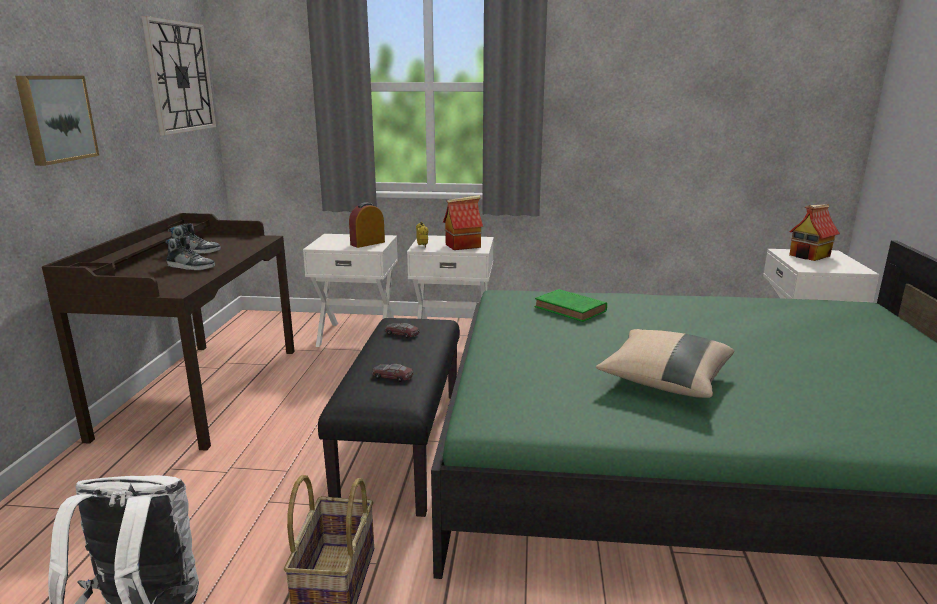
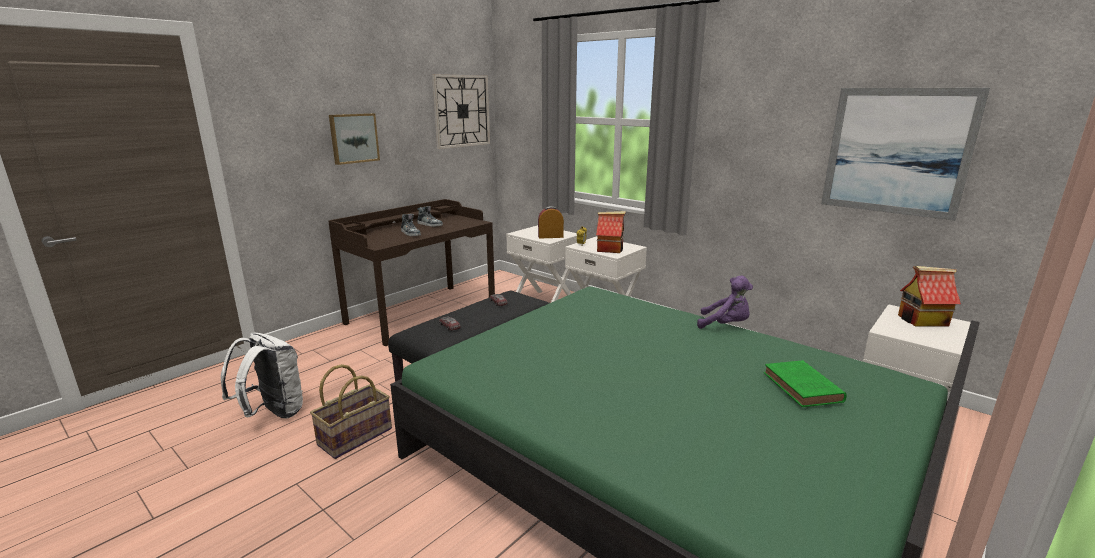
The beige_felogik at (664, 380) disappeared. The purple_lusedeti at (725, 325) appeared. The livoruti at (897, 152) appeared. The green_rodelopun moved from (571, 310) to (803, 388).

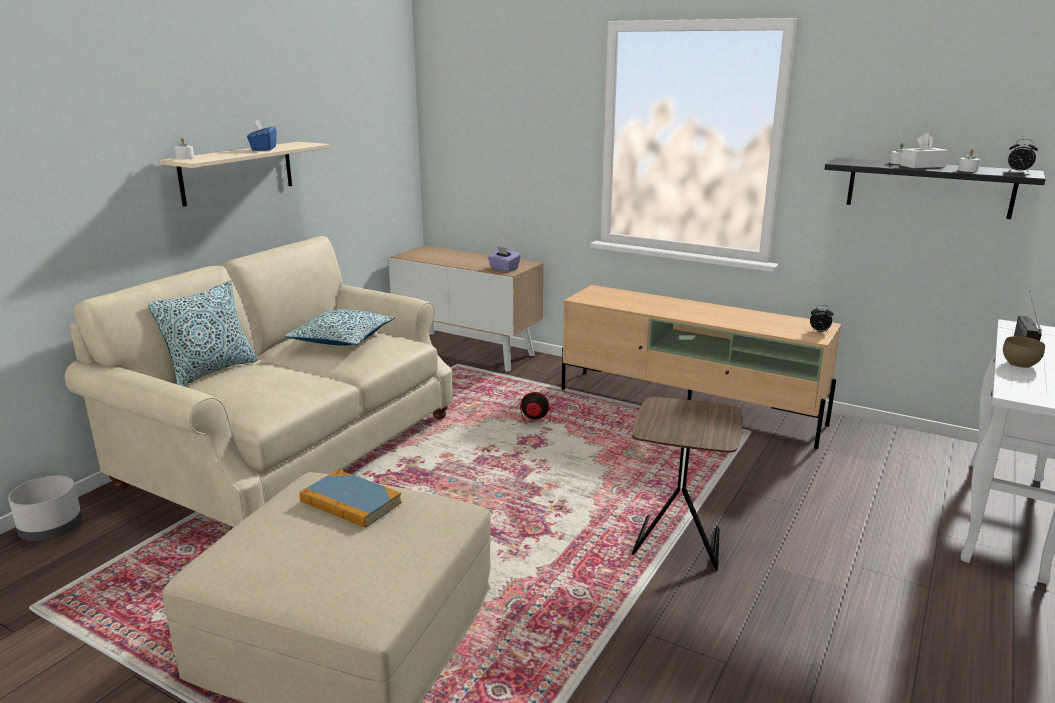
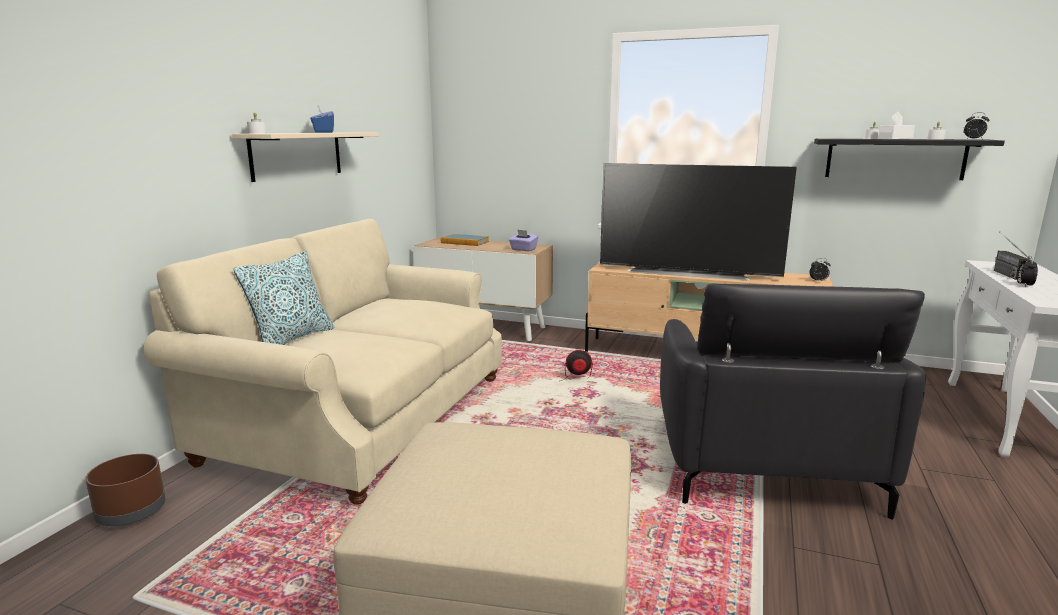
The felogik at (342, 339) disappeared. The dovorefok at (688, 272) appeared. The rodelopun moved from (350, 502) to (464, 242). The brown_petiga at (677, 541) was replaced by the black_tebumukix at (763, 463). The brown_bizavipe at (1020, 365) was replaced by the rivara at (1024, 285). The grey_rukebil at (52, 529) became the brown_rukebil at (131, 512).

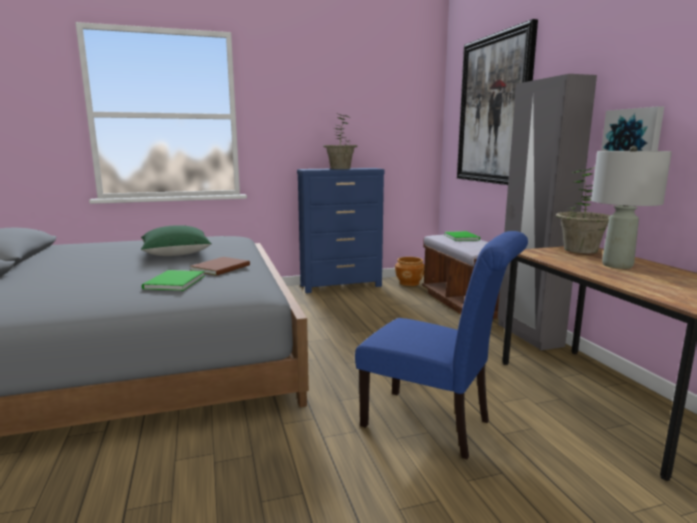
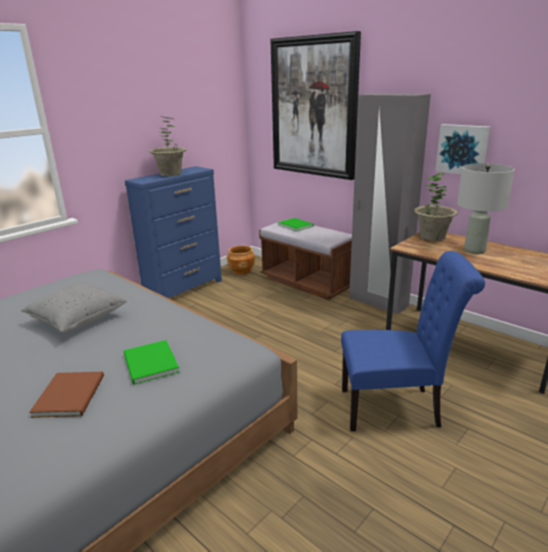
The brown_rodelopun moved from (222, 267) to (72, 394). The green_felogik at (176, 254) became the grey_felogik at (78, 320).

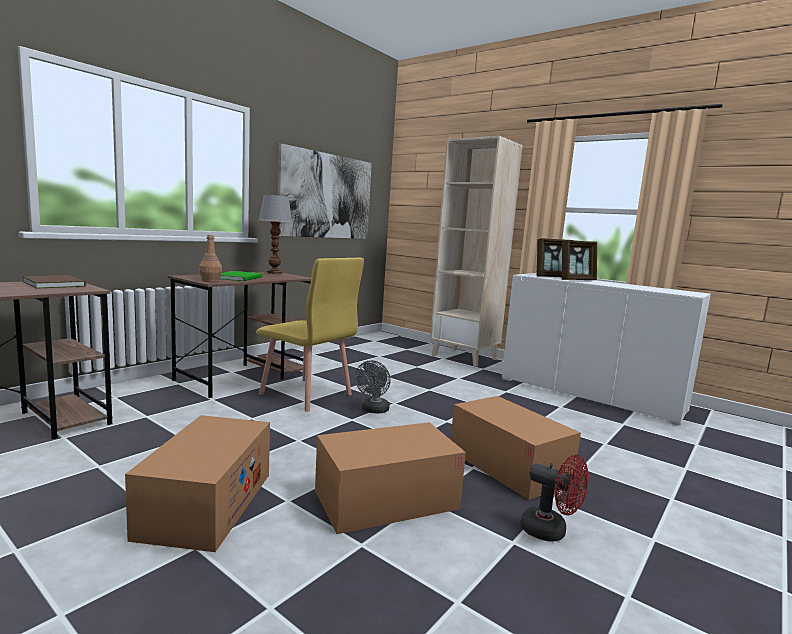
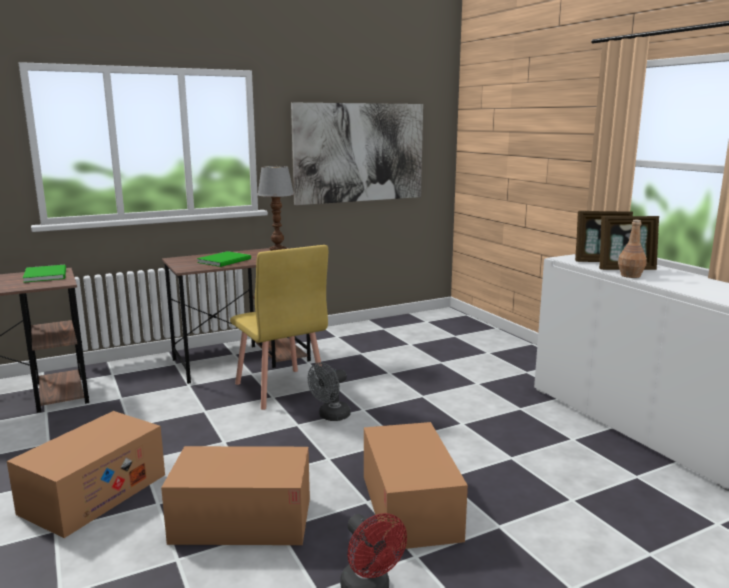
The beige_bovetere at (465, 357) disappeared. The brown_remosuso moved from (210, 281) to (630, 275). The brown_rodelopun at (55, 283) became the green_rodelopun at (47, 275).

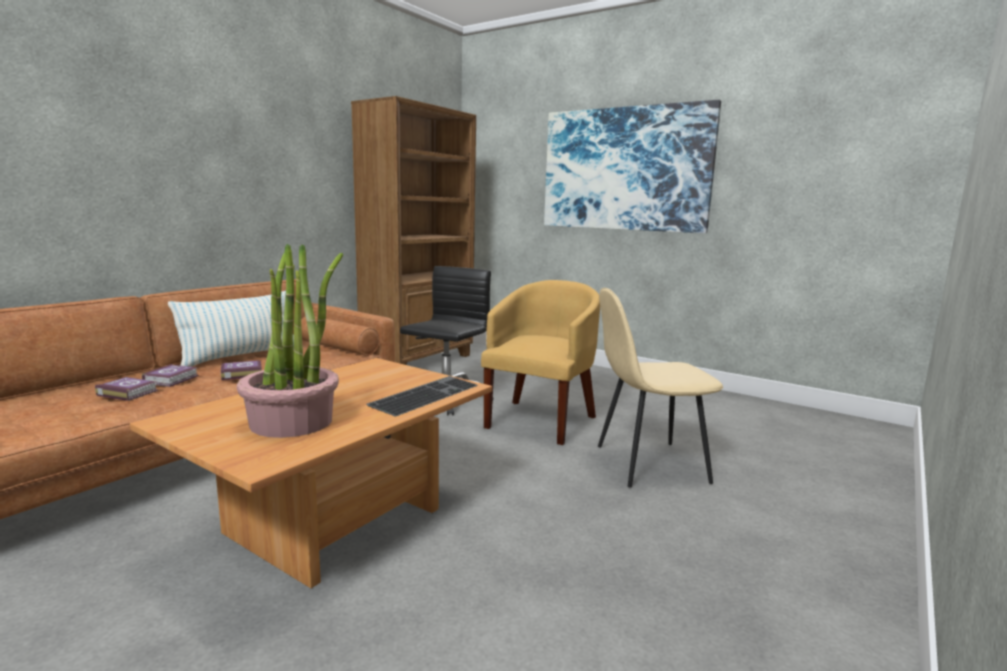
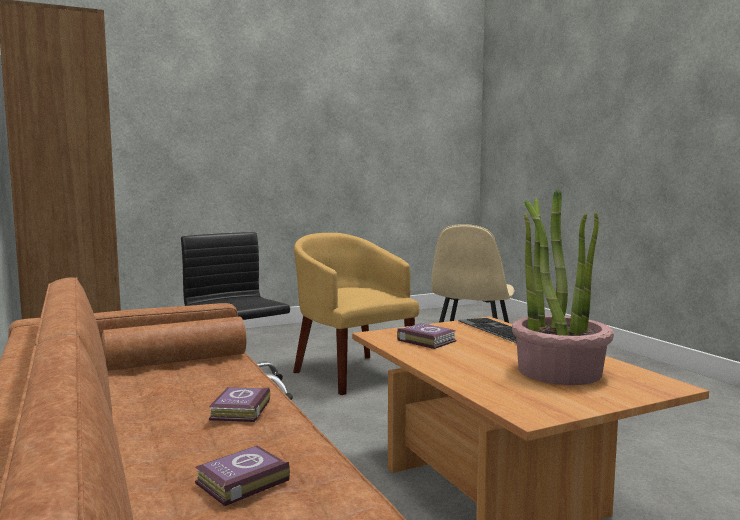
The felogik at (240, 357) disappeared. The livoruti at (624, 169) disappeared. The rodelopun moved from (173, 379) to (426, 340).

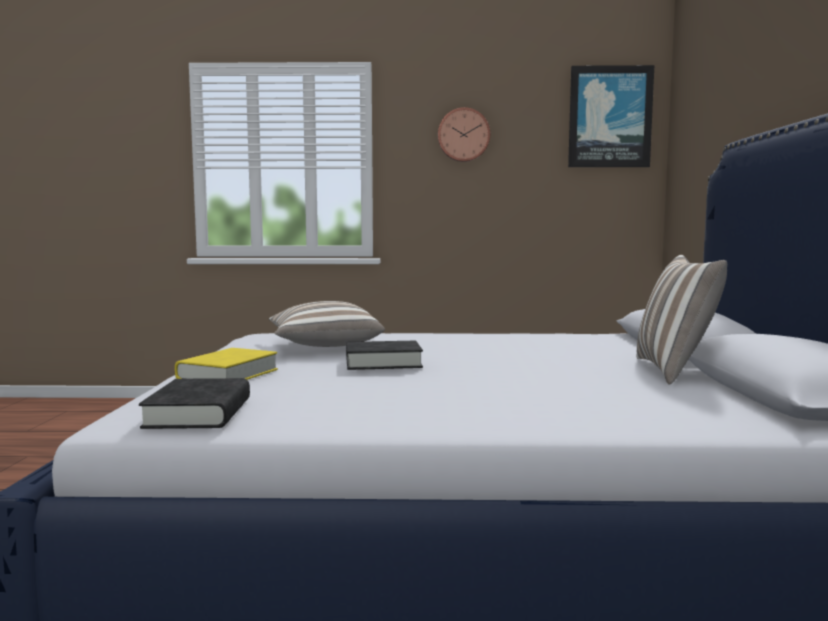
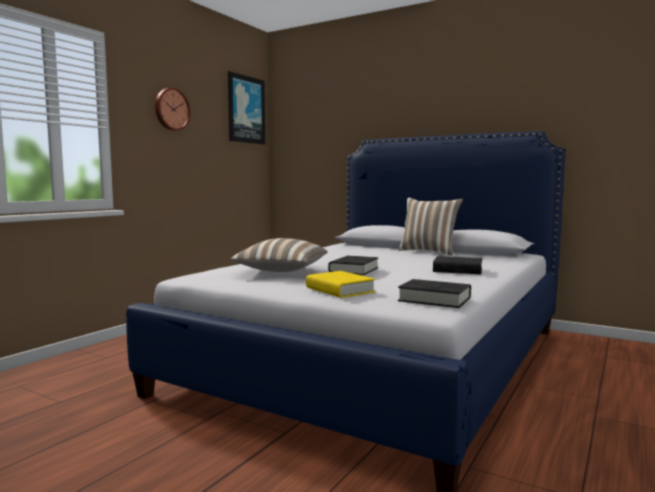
The black_rodelopun at (457, 270) appeared.

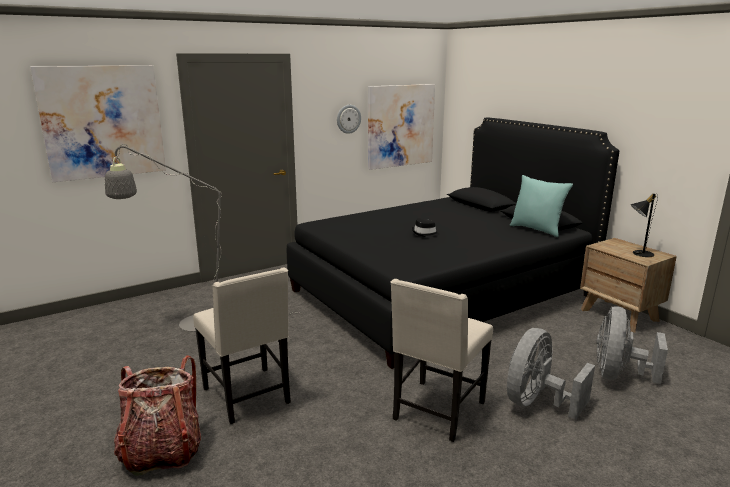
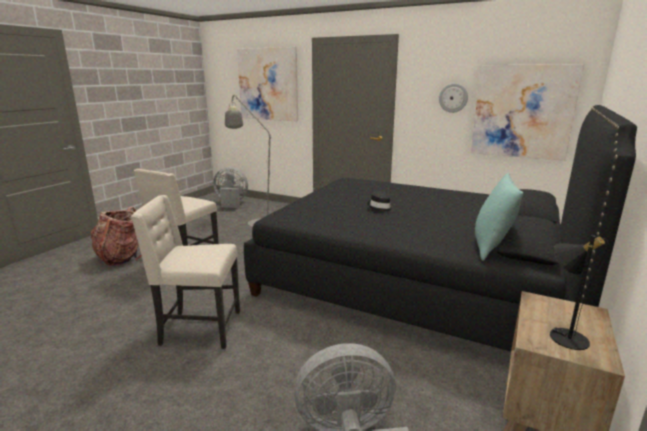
The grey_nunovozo moved from (537, 402) to (231, 203).

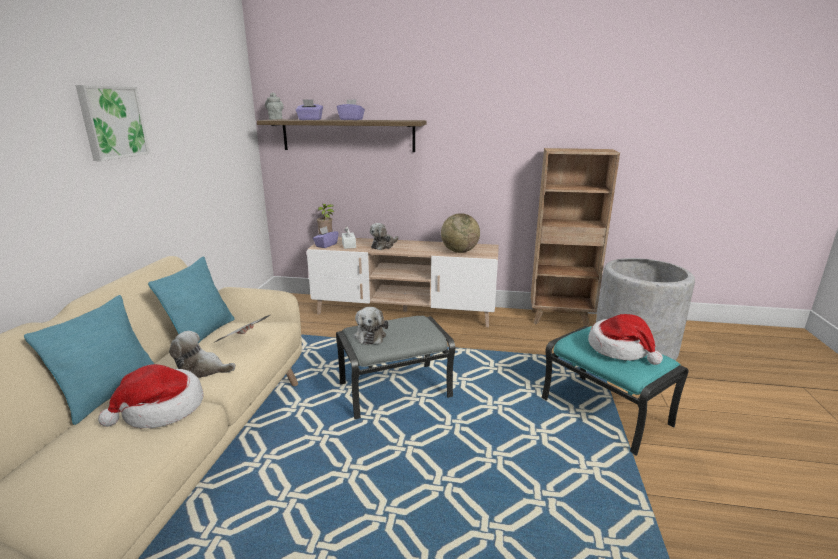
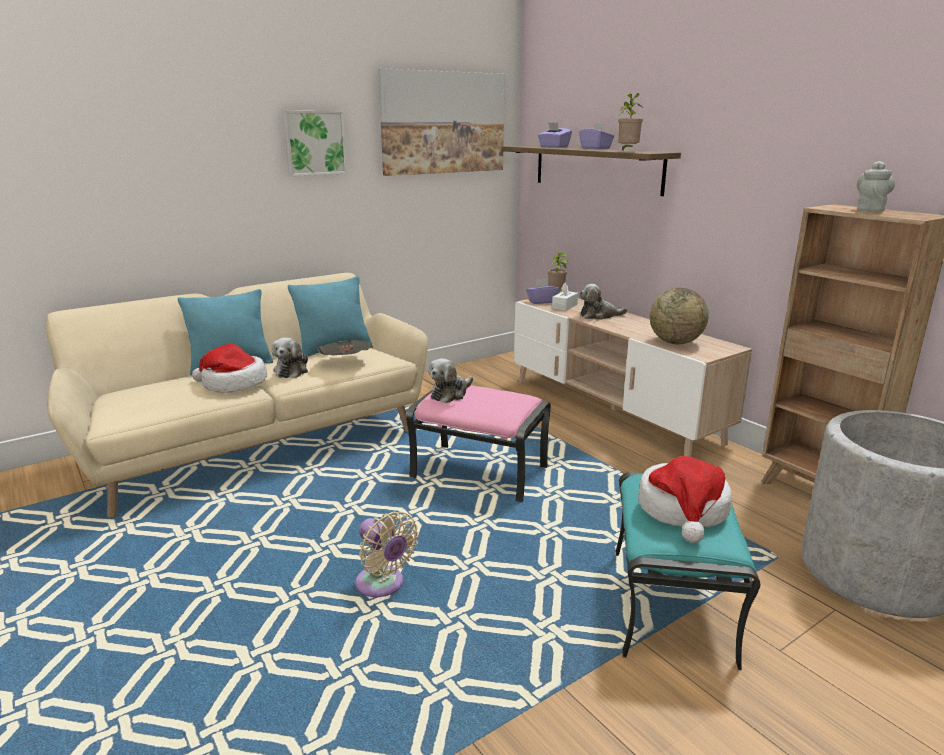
The beige_nunovozo at (382, 585) appeared. The livoruti at (443, 123) appeared. The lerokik at (627, 152) appeared. The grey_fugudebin moved from (275, 119) to (870, 210). The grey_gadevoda at (395, 389) became the pink_gadevoda at (480, 472). The lusedeti at (202, 370) turned 135 degrees counterclockwise.

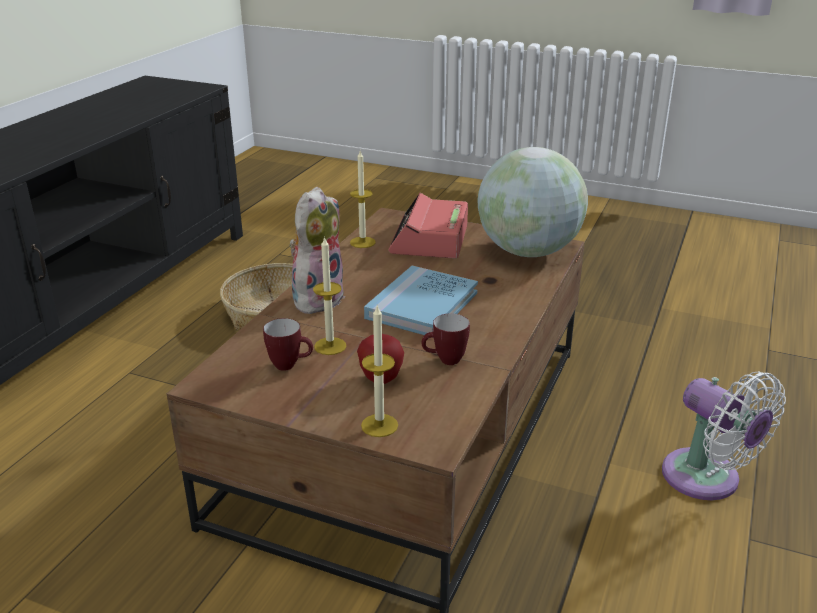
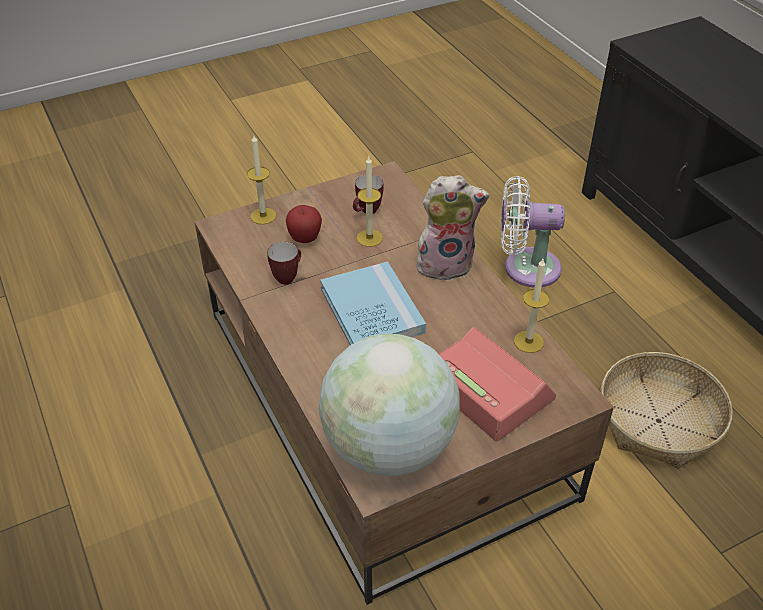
The white_nunovozo moved from (707, 480) to (525, 268). The lusedeti at (317, 298) turned 75 degrees counterclockwise.

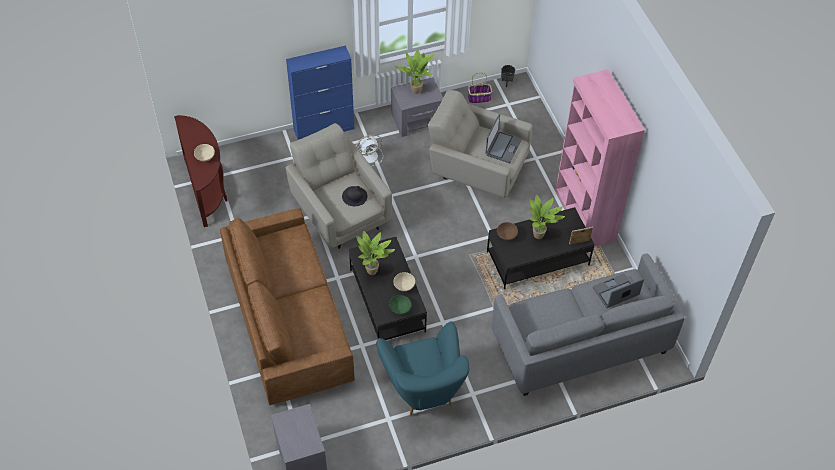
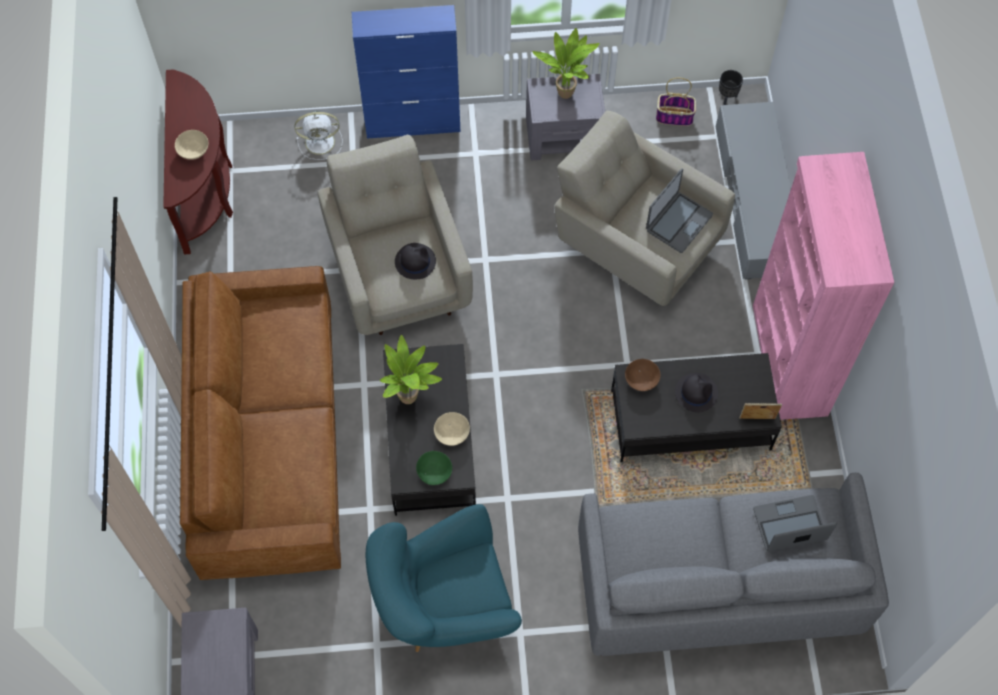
The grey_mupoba at (755, 200) appeared. The white_nunovozo moved from (370, 156) to (321, 142). The lerokik at (540, 235) was replaced by the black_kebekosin at (696, 392). The turquoise_tebumukix at (424, 389) turned 75 degrees clockwise.

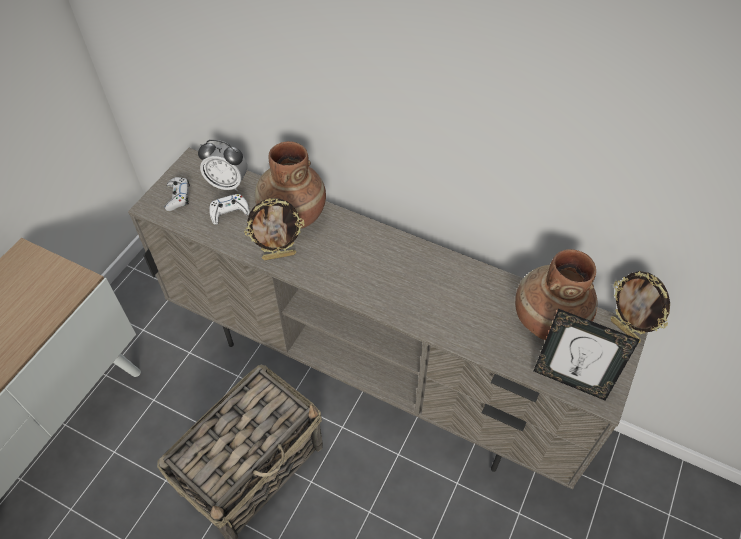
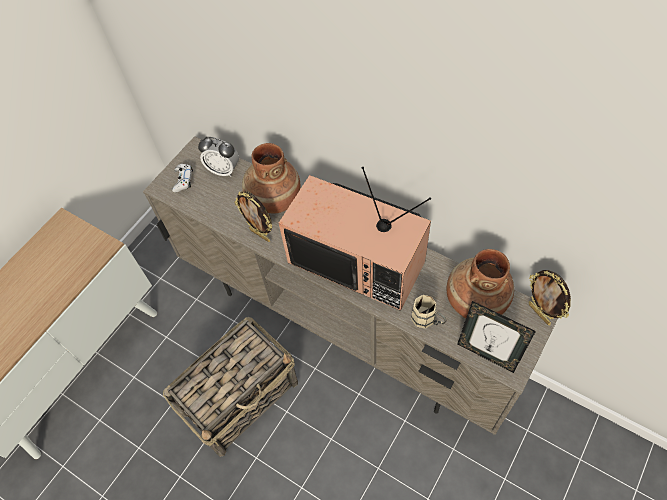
The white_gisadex at (229, 212) disappeared. The dovorefok at (359, 261) appeared. The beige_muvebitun at (428, 320) appeared. The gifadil at (279, 255) turned 45 degrees clockwise.

